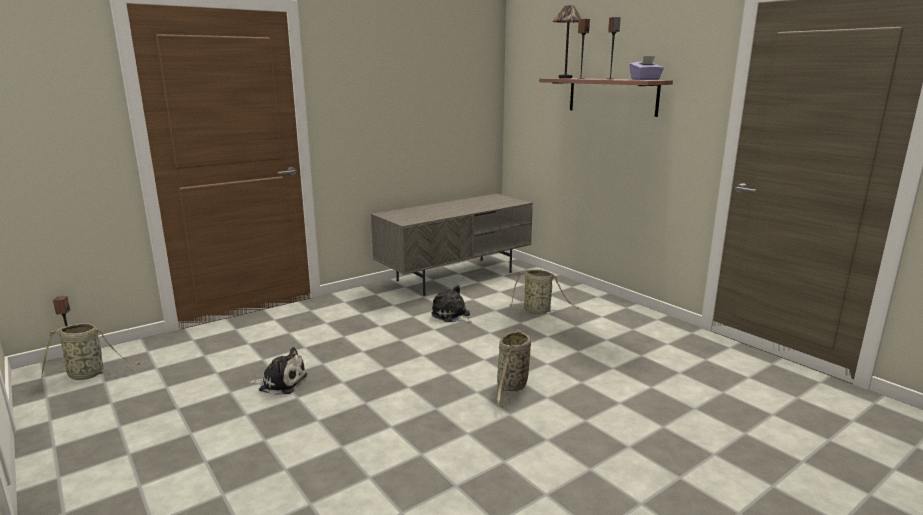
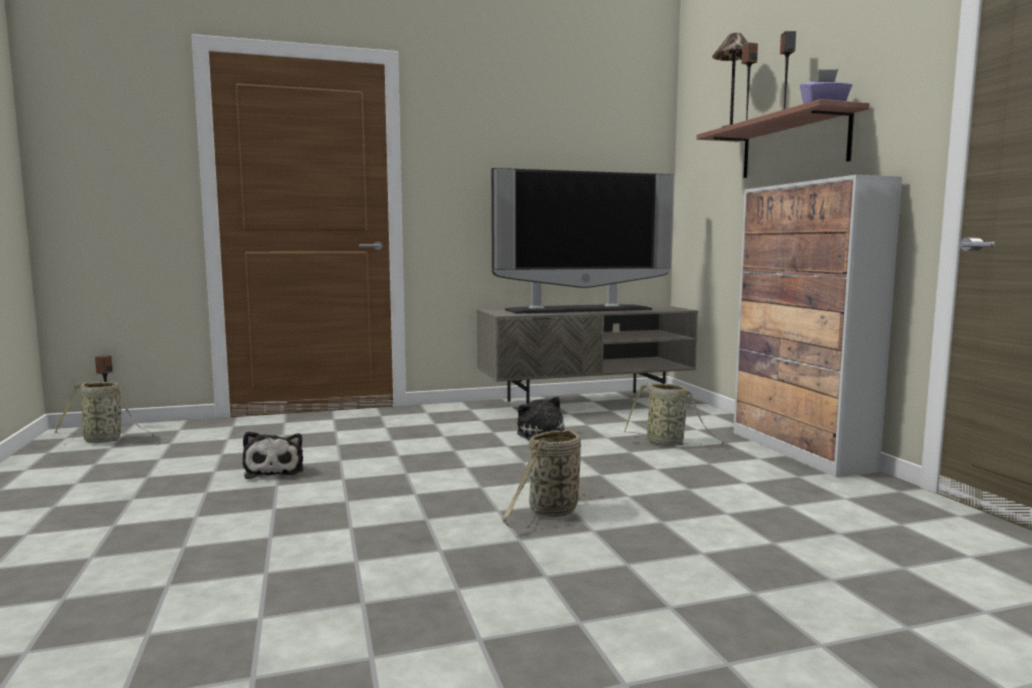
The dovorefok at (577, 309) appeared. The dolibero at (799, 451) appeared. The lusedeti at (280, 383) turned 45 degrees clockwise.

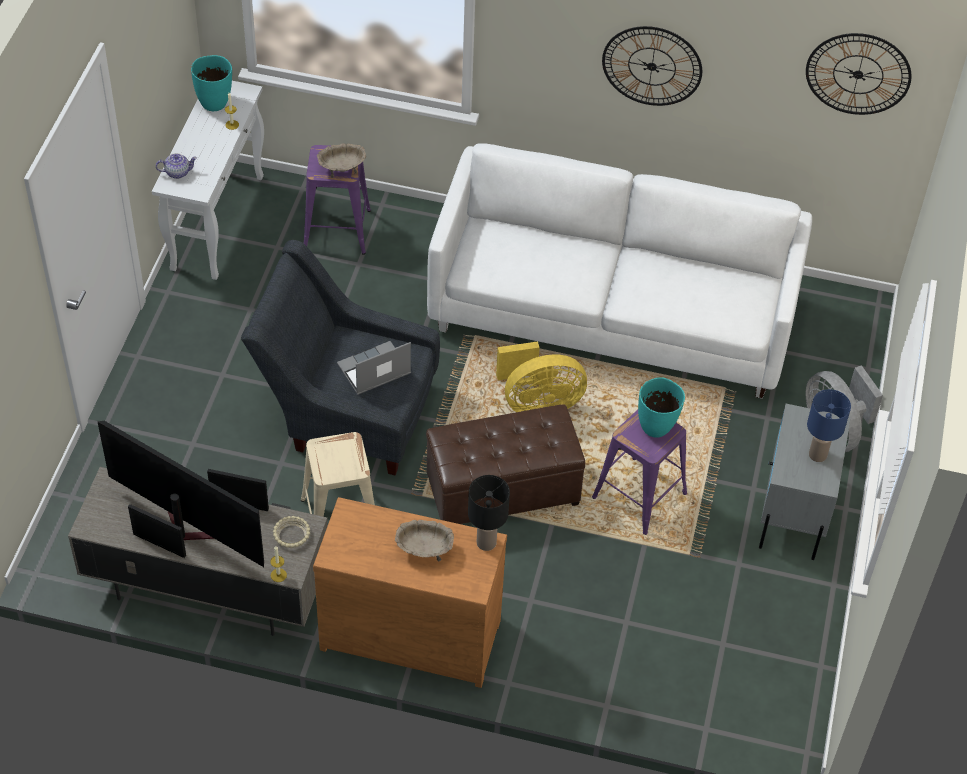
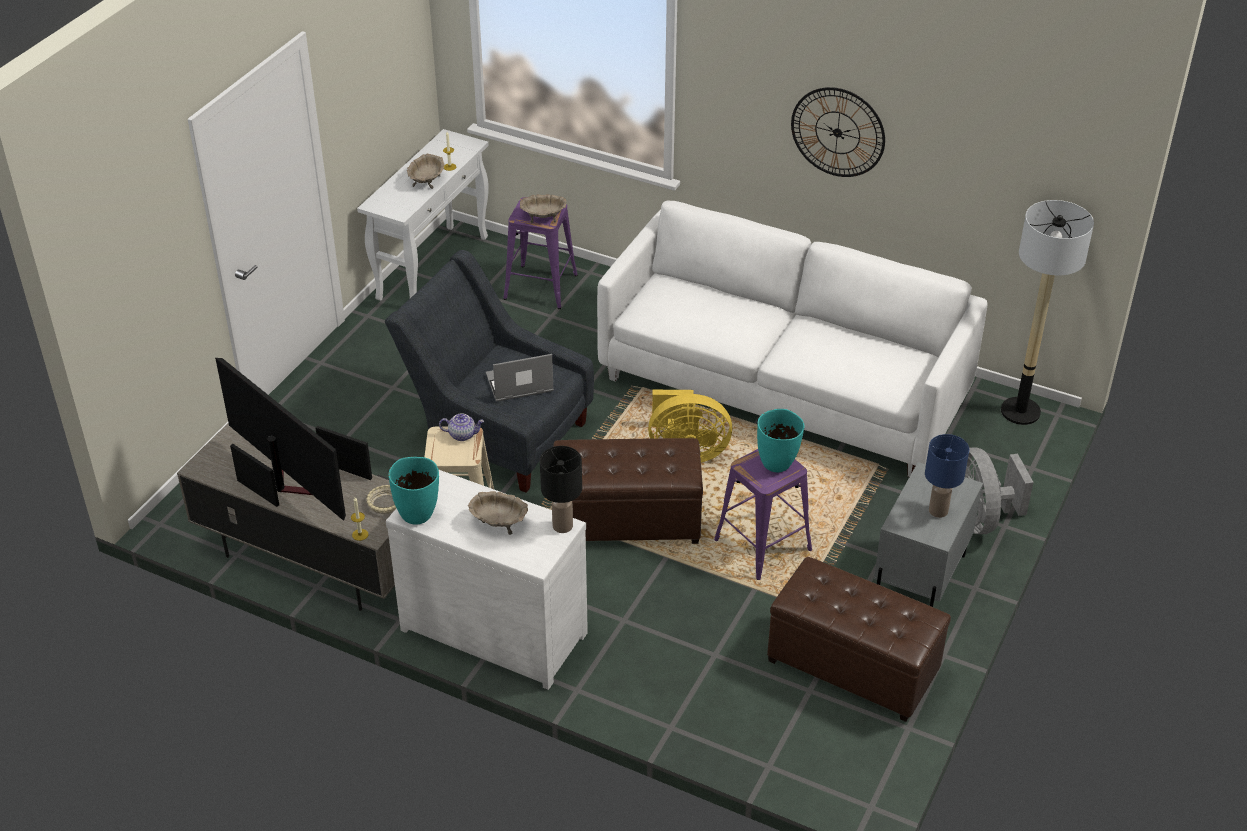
The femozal at (858, 74) disappeared. The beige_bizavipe at (426, 181) appeared. The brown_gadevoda at (852, 666) appeared. The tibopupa at (1020, 412) appeared. The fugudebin moved from (178, 172) to (462, 435). The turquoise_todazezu moved from (214, 103) to (417, 514). The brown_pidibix at (410, 630) became the white_pidibix at (495, 627).

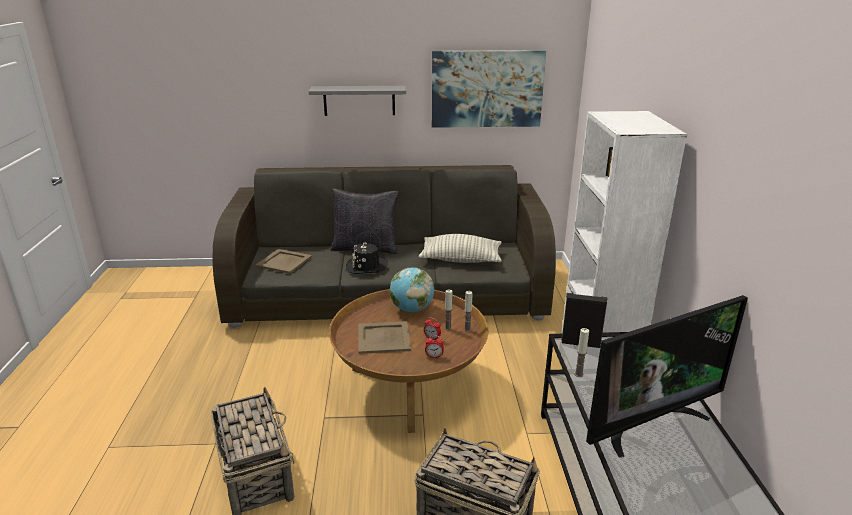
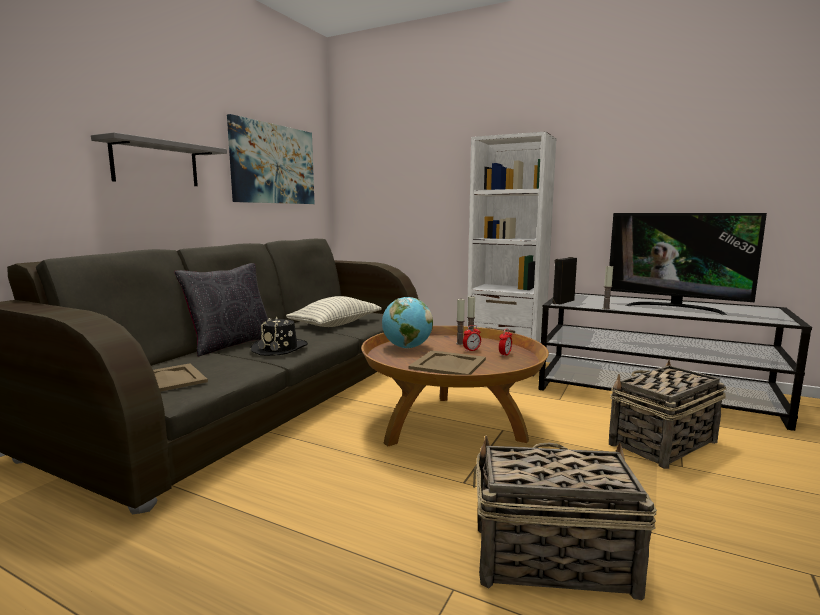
The dovorefok at (649, 424) turned 120 degrees clockwise.

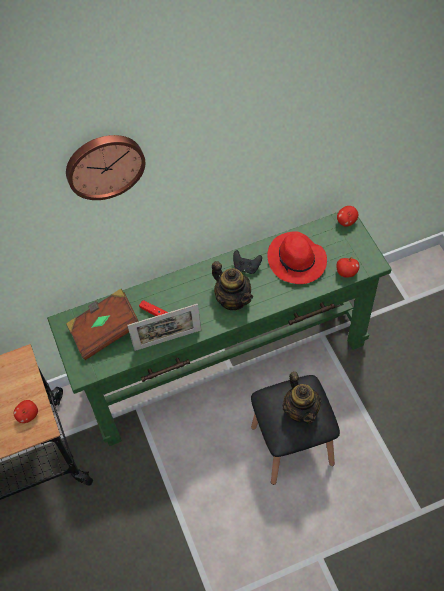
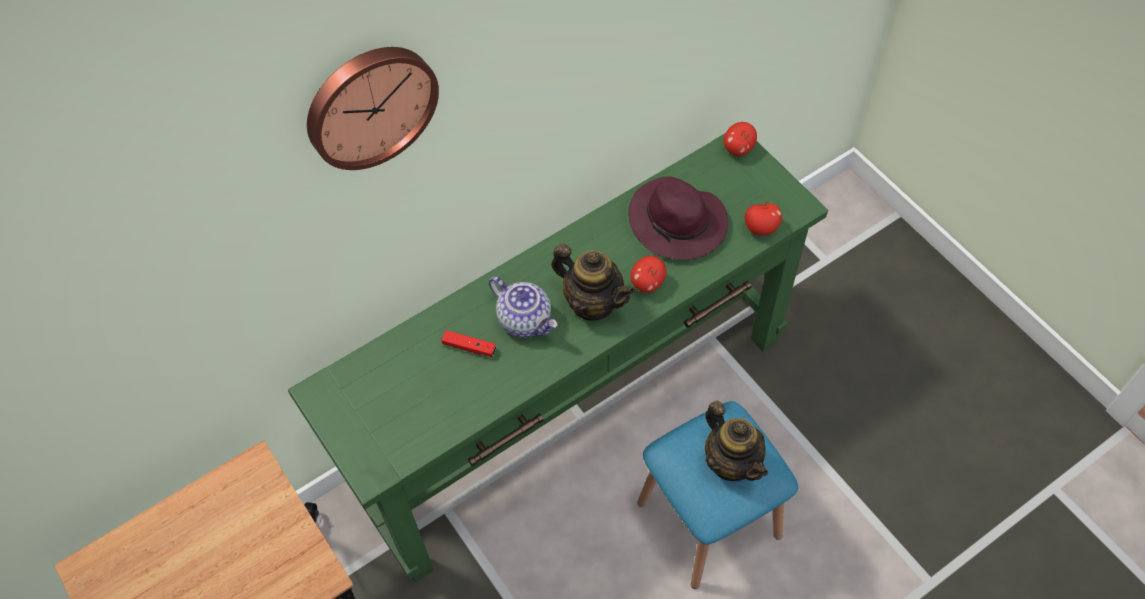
The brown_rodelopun at (105, 330) disappeared. The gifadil at (168, 340) disappeared. The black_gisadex at (246, 267) disappeared. The fugudebin at (525, 320) appeared. The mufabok moved from (28, 415) to (647, 283). The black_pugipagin at (292, 445) became the blue_pugipagin at (709, 519). The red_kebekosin at (297, 261) became the purple_kebekosin at (678, 223).

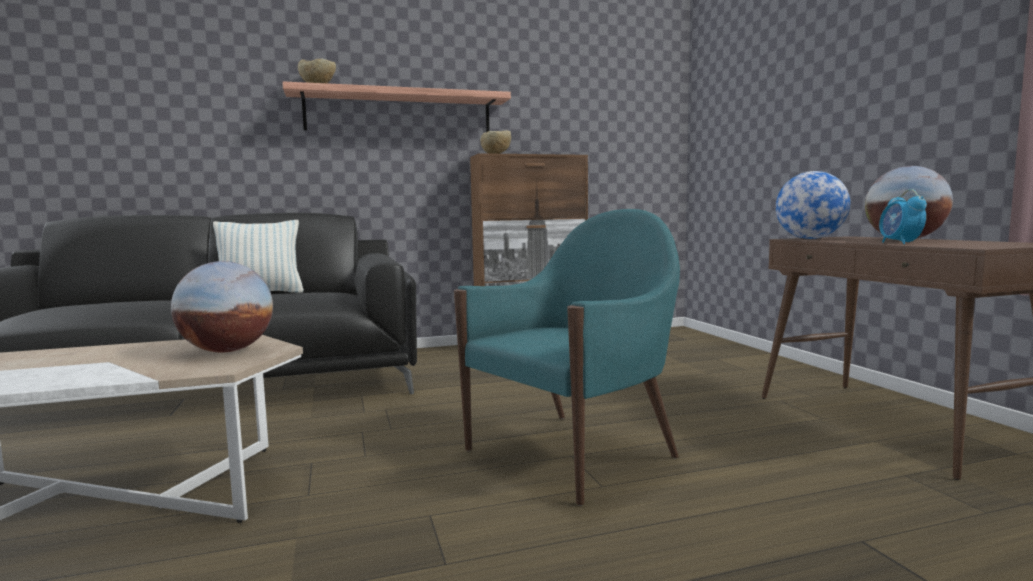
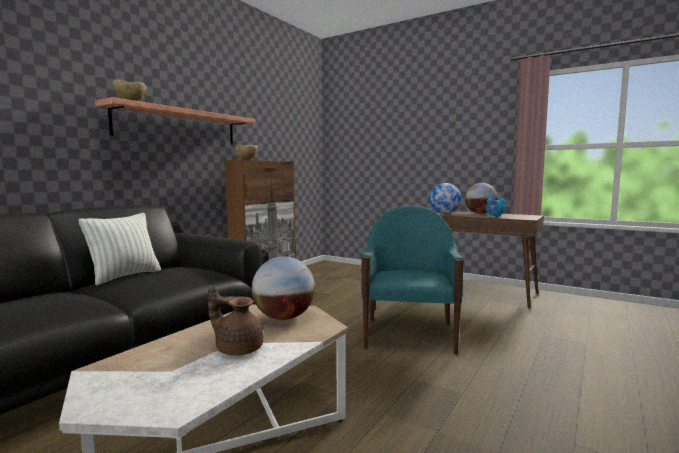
The brown_fugudebin at (238, 349) appeared.

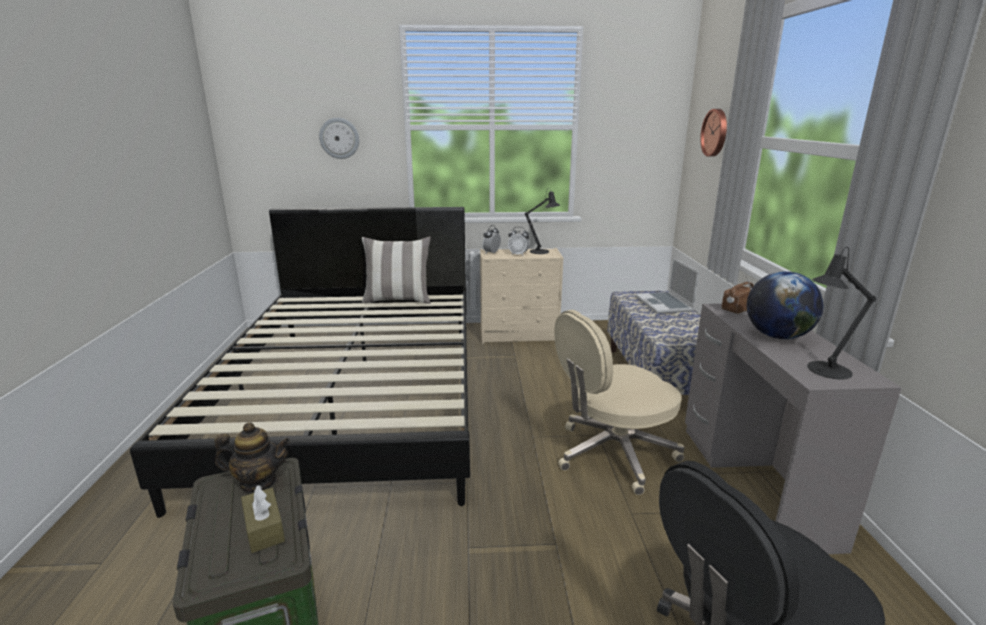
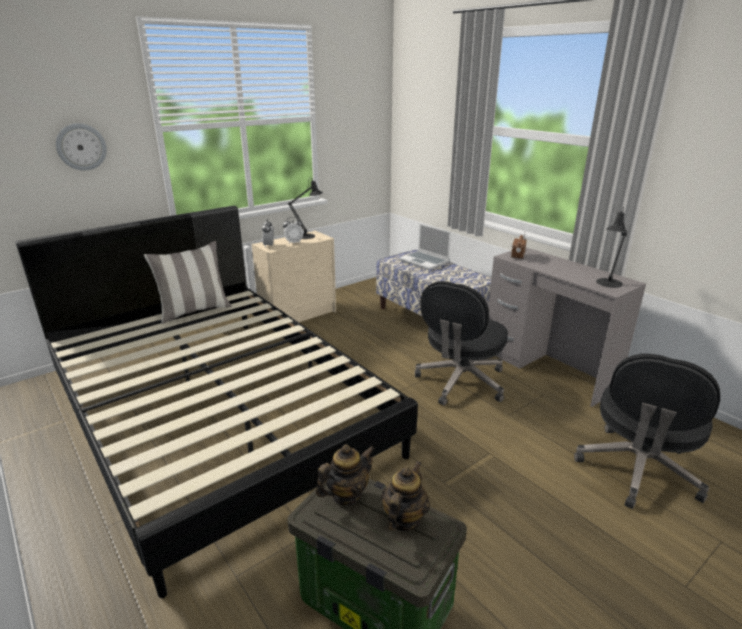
The femozal at (715, 133) disappeared. The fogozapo at (777, 336) disappeared. The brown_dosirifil at (264, 528) was replaced by the fugudebin at (403, 519). The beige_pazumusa at (613, 454) became the black_pazumusa at (460, 382).

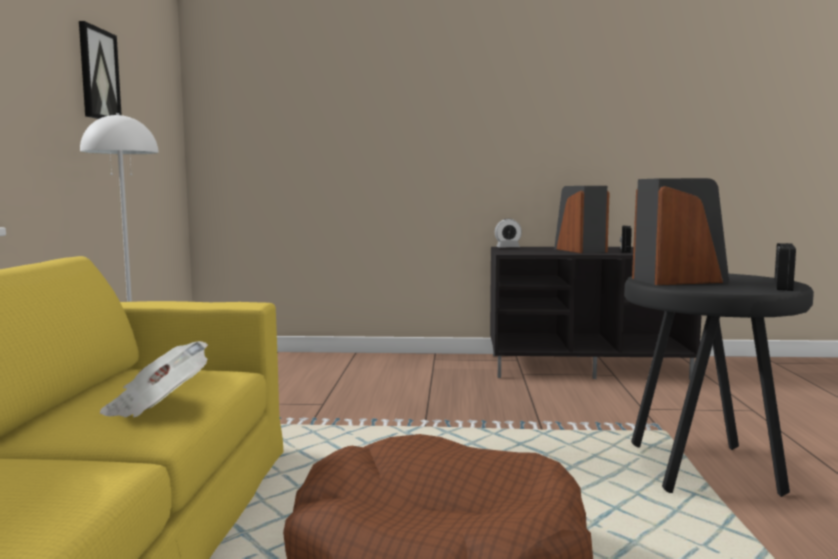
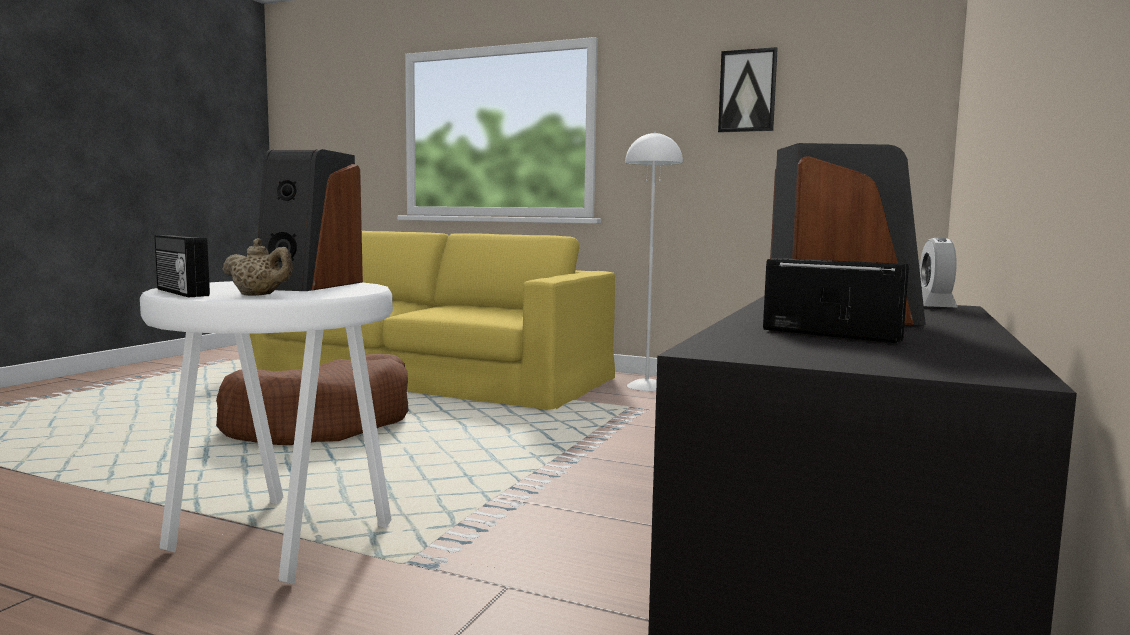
The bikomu at (157, 406) disappeared. The beige_fugudebin at (259, 296) appeared. The black_pugipagin at (703, 468) became the white_pugipagin at (282, 541).

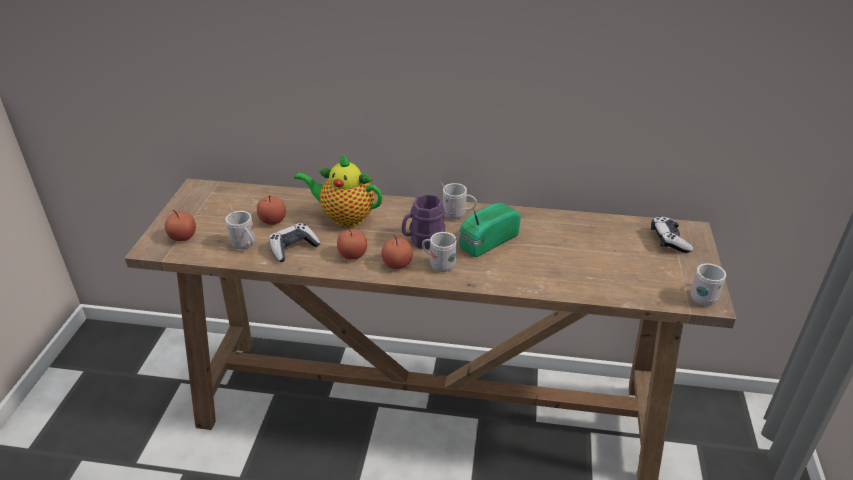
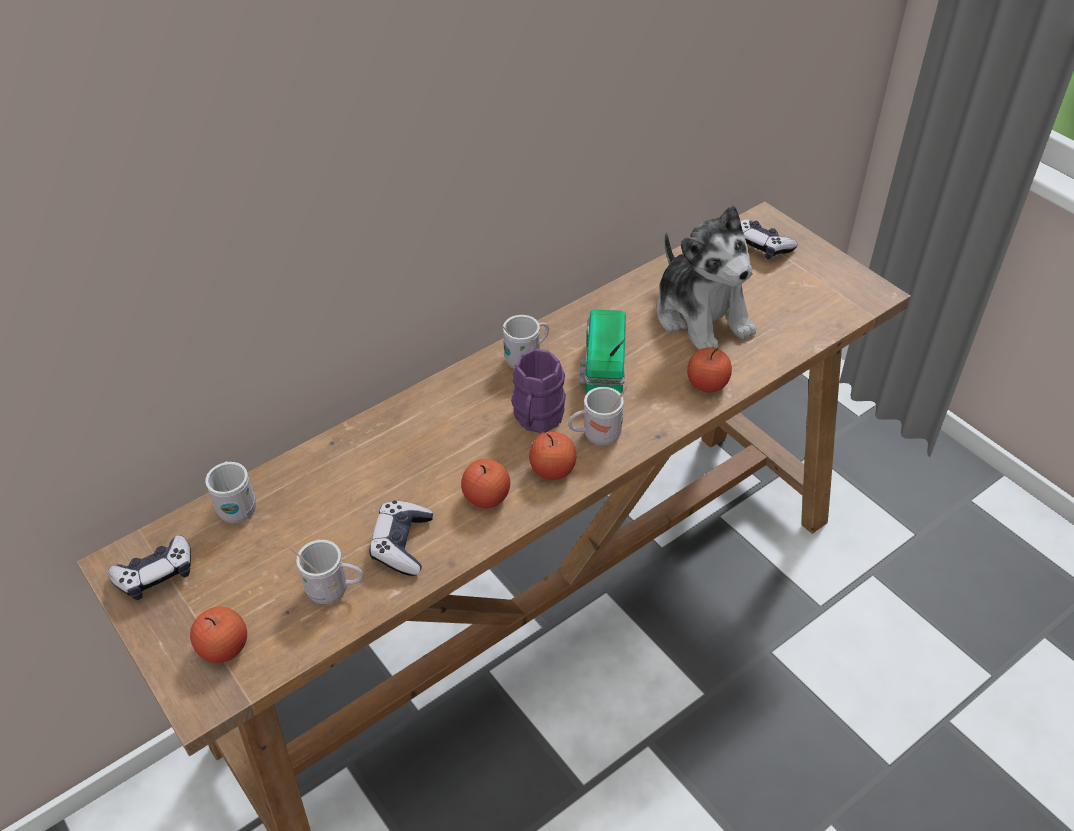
The fugudebin at (344, 217) disappeared. The gisadex at (156, 574) appeared. The lusedeti at (702, 316) appeared. The mufabok moved from (273, 221) to (707, 384). The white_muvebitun moved from (704, 296) to (237, 506).

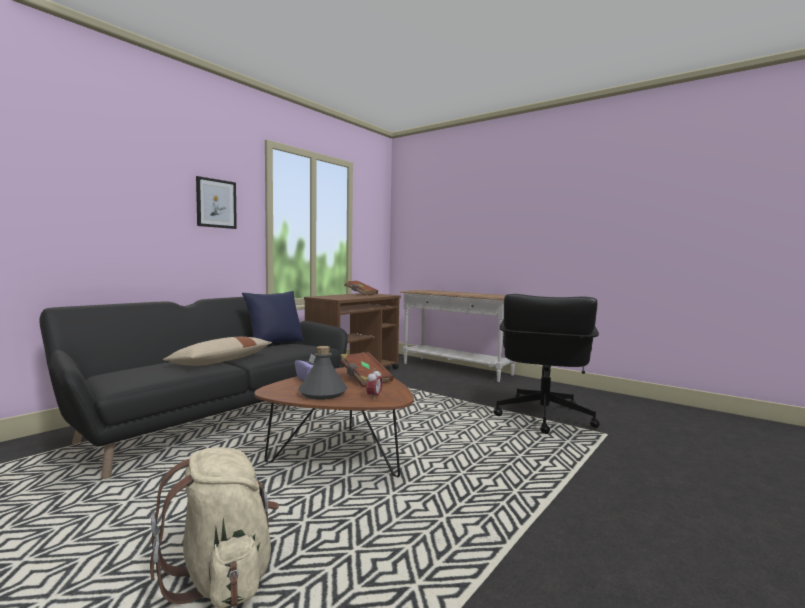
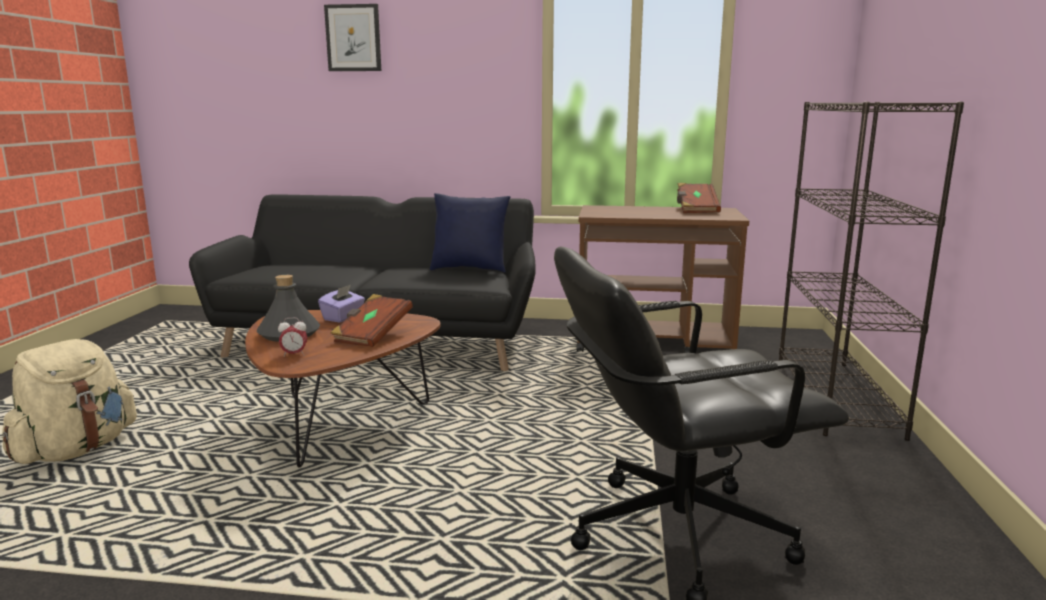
The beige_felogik at (221, 361) disappeared. The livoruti moved from (216, 203) to (353, 38). The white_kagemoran at (455, 369) was replaced by the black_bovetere at (836, 396).

